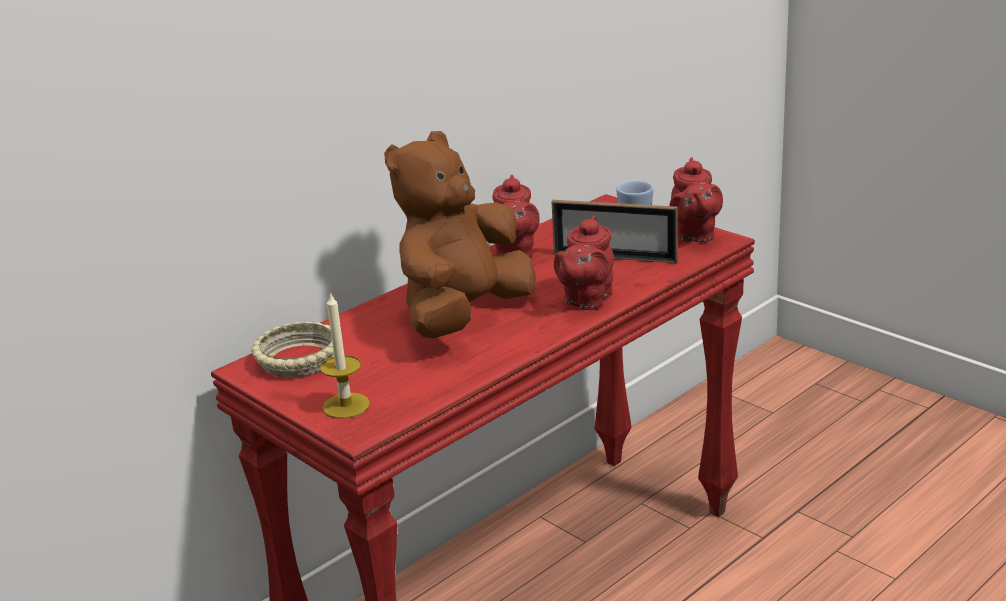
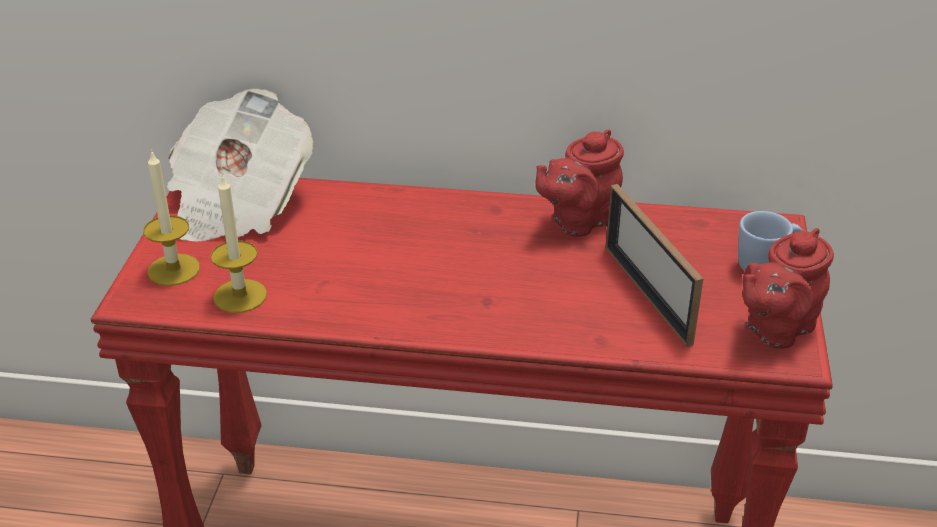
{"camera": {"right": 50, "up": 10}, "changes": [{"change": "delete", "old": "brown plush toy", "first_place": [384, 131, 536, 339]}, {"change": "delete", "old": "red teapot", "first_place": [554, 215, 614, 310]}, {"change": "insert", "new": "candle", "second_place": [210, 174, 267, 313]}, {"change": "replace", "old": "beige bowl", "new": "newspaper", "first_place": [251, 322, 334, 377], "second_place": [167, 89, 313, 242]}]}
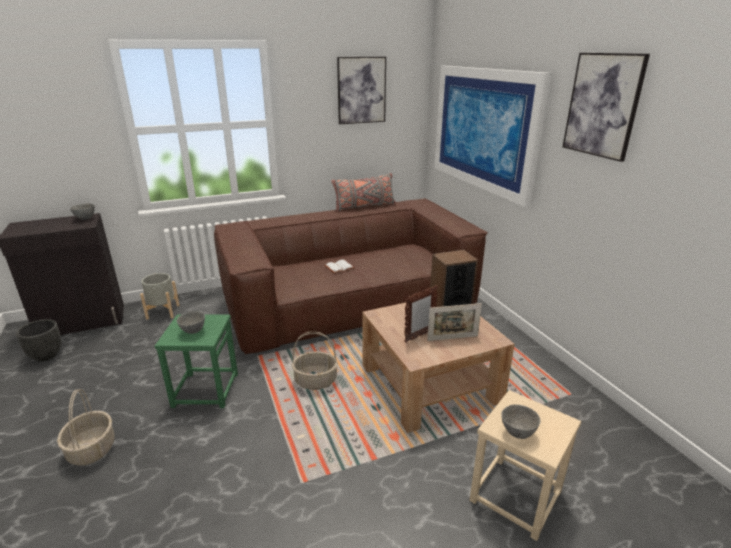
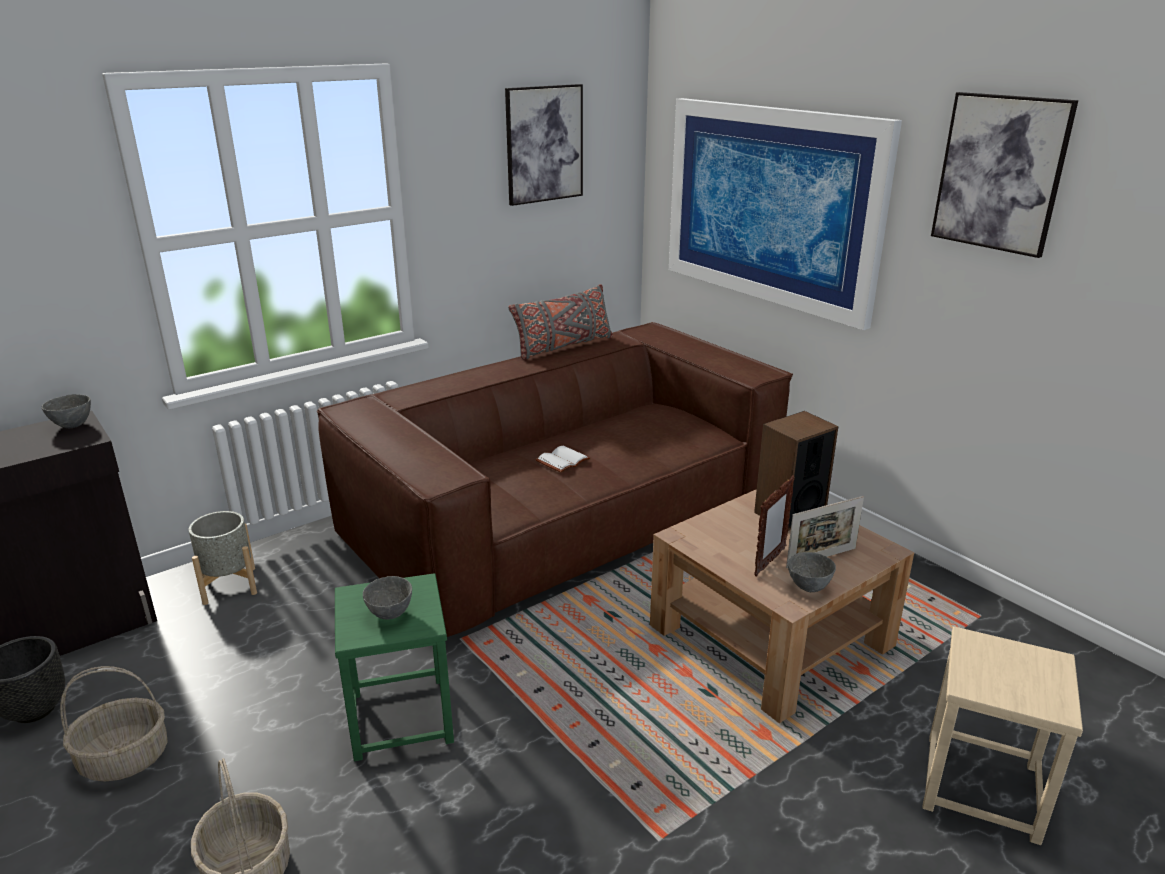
{"camera": {"right": -15, "up": 0}, "changes": [{"change": "move", "old": "basket", "first_place": [292, 331, 338, 390], "second_place": [60, 666, 168, 782]}, {"change": "move", "old": "grey bowl", "first_place": [501, 404, 541, 439], "second_place": [788, 552, 836, 592]}]}
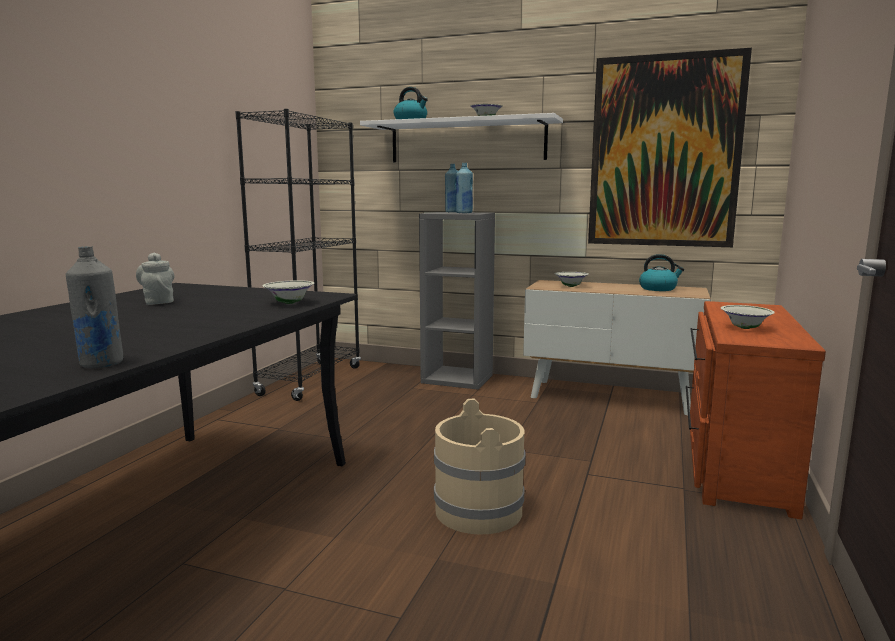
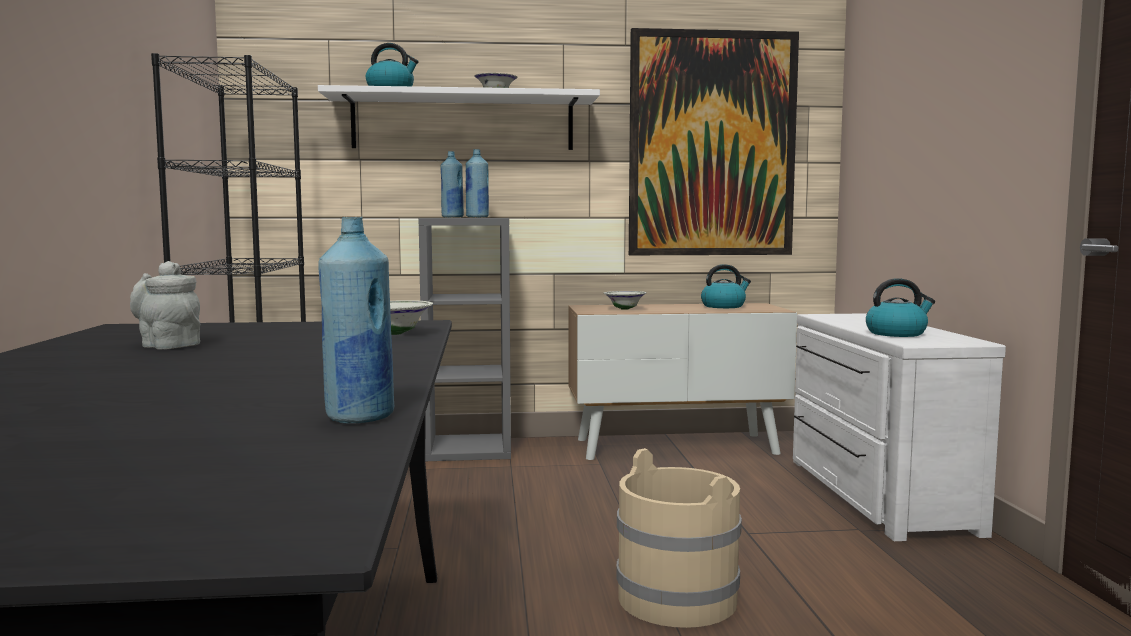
{"camera": {"right": -25, "up": -5}, "changes": [{"change": "replace", "old": "white bowl", "new": "kettle", "first_place": [721, 305, 775, 329], "second_place": [866, 278, 935, 337]}, {"change": "recolor", "old": "grey bottle", "new": "blue bottle", "first_place": [66, 246, 123, 368], "second_place": [318, 217, 394, 423]}, {"change": "recolor", "old": "brown dresser", "new": "white dresser", "first_place": [686, 301, 826, 519], "second_place": [793, 313, 1006, 541]}]}
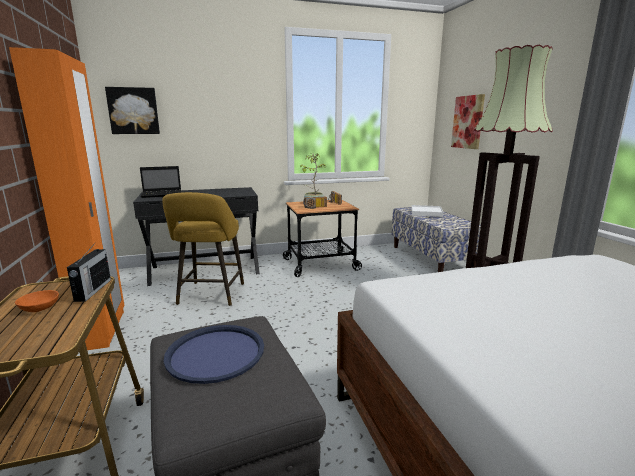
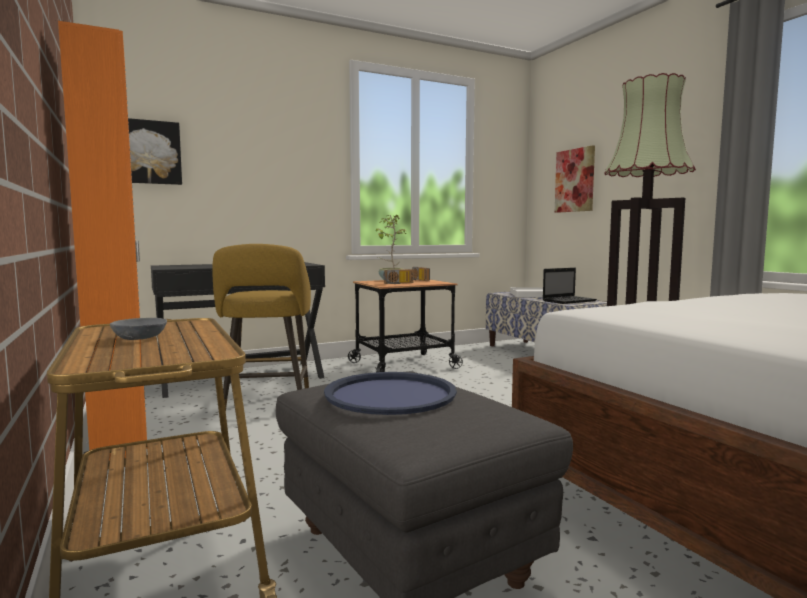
{"camera": {"right": -10, "up": -10}, "changes": [{"change": "delete", "old": "radio", "first_place": [67, 242, 111, 302]}, {"change": "move", "old": "laptop", "first_place": [140, 166, 181, 198], "second_place": [543, 268, 597, 304]}, {"change": "recolor", "old": "orange bowl", "new": "grey bowl", "first_place": [15, 290, 59, 312], "second_place": [110, 318, 167, 340]}]}
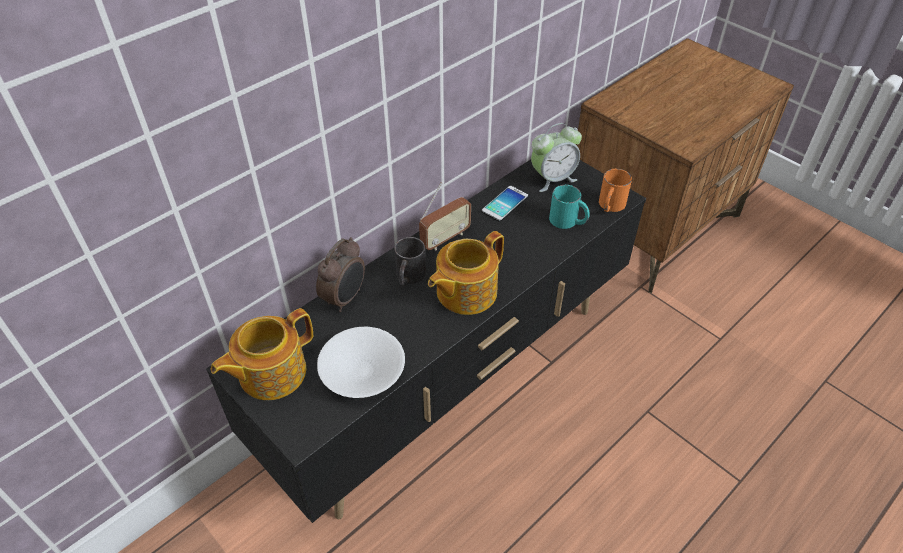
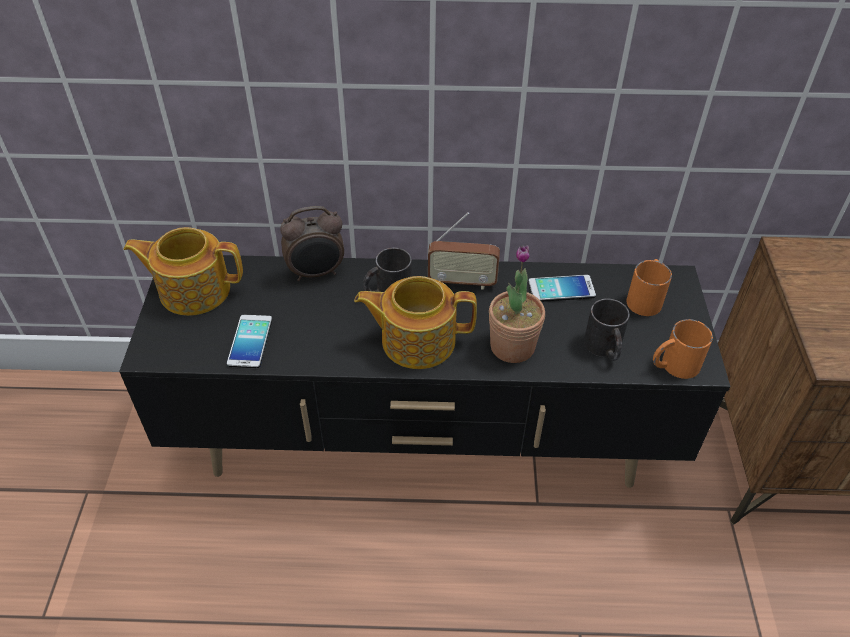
{"camera": {"right": 45, "up": 0}, "changes": [{"change": "insert", "new": "potted plant", "second_place": [489, 245, 545, 363]}, {"change": "replace", "old": "white bowl", "new": "phone", "first_place": [317, 327, 405, 398], "second_place": [227, 315, 272, 368]}, {"change": "replace", "old": "alarm clock", "new": "orange mug", "first_place": [531, 123, 582, 192], "second_place": [626, 259, 672, 316]}, {"change": "recolor", "old": "turquoise mug", "new": "black mug", "first_place": [549, 185, 590, 229], "second_place": [584, 299, 630, 361]}]}
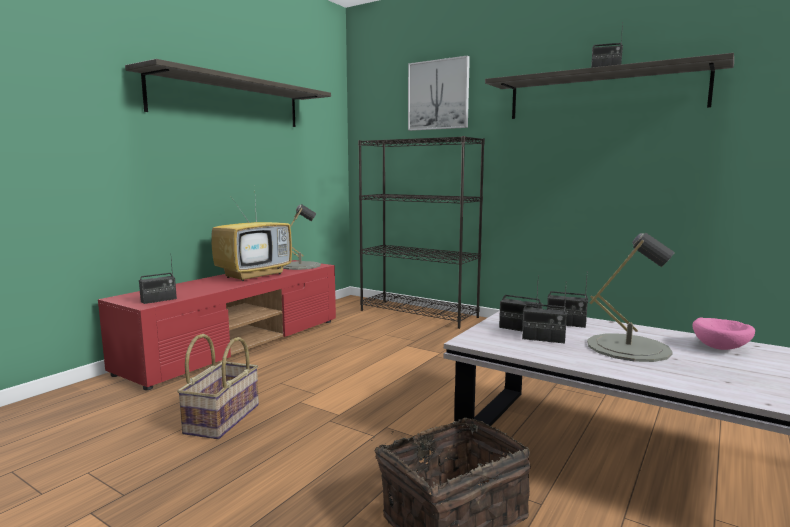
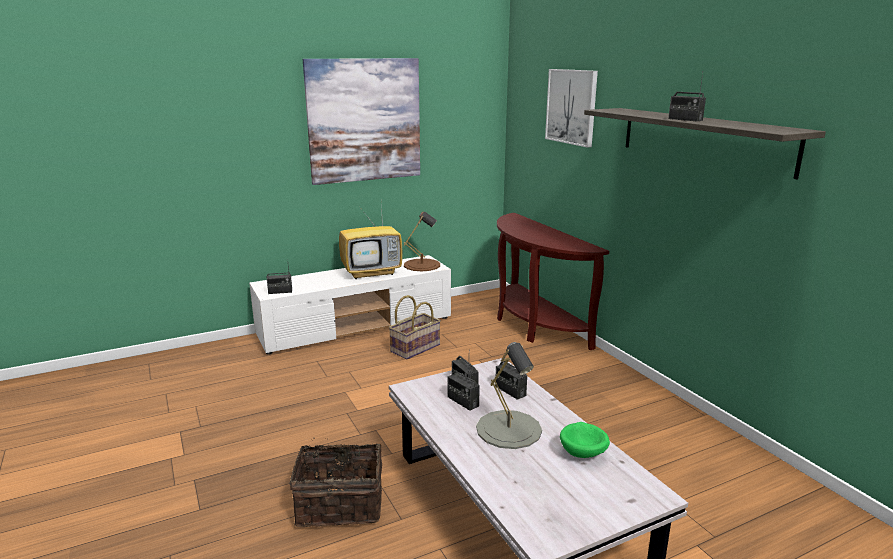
{"camera": {"right": 30, "up": 10}, "changes": [{"change": "move", "old": "basket", "first_place": [177, 334, 259, 439], "second_place": [389, 295, 441, 360]}, {"change": "replace", "old": "shelf", "new": "picture", "first_place": [125, 59, 331, 127], "second_place": [303, 58, 420, 185]}, {"change": "replace", "old": "black bookcase", "new": "brown console table", "first_place": [358, 136, 485, 329], "second_place": [497, 213, 609, 350]}, {"change": "recolor", "old": "red tv stand", "new": "white tv stand", "first_place": [98, 260, 336, 390], "second_place": [249, 255, 451, 355]}, {"change": "recolor", "old": "grey table lamp", "new": "brown table lamp", "first_place": [283, 204, 321, 270], "second_place": [404, 212, 440, 271]}, {"change": "recolor", "old": "pink bowl", "new": "green bowl", "first_place": [692, 318, 755, 350], "second_place": [560, 422, 610, 458]}]}
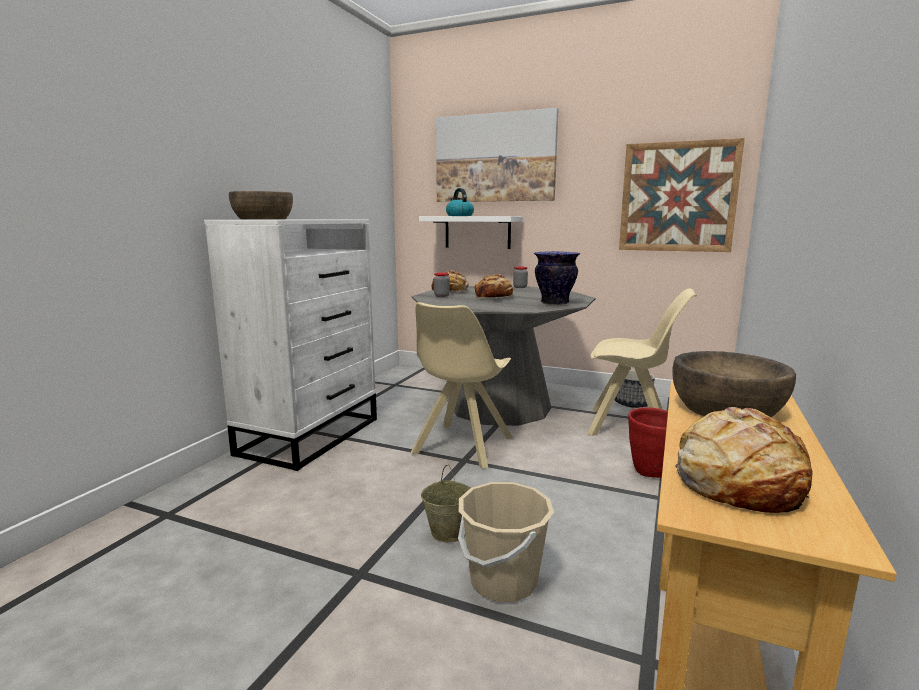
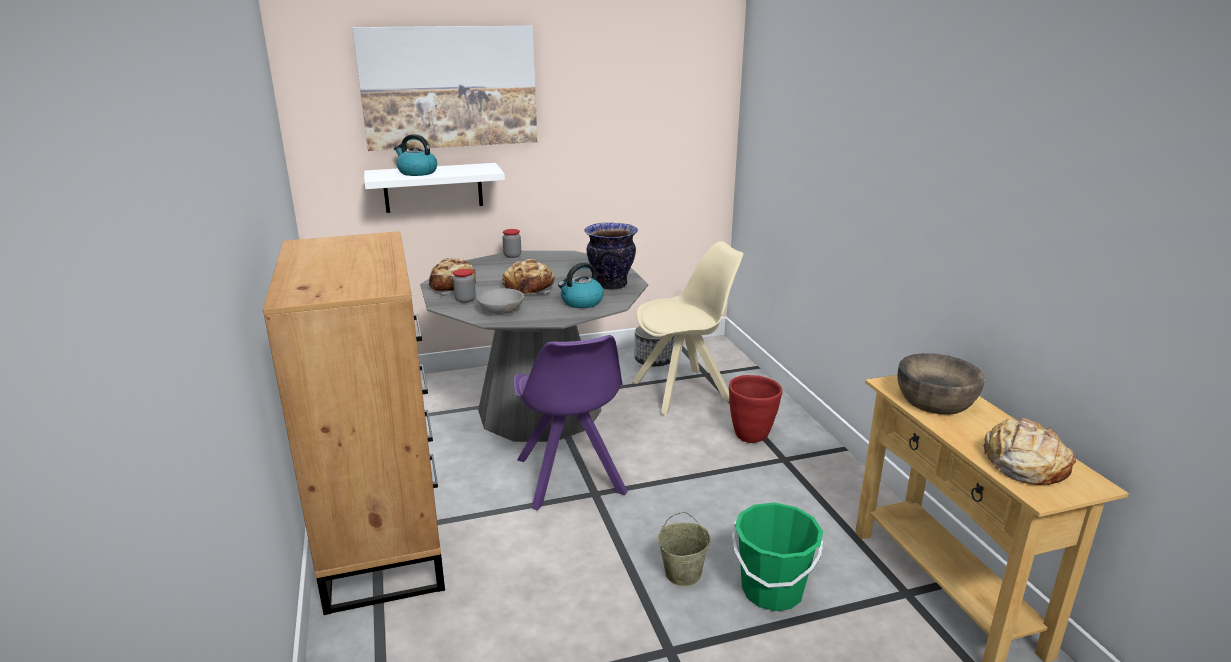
{"camera": {"right": -40, "up": 10}, "changes": [{"change": "delete", "old": "brown bowl", "first_place": [229, 191, 293, 219]}, {"change": "delete", "old": "picture", "first_place": [619, 138, 745, 252]}, {"change": "insert", "new": "grey bowl", "second_place": [477, 288, 524, 315]}, {"change": "insert", "new": "kettle", "second_place": [558, 263, 604, 308]}, {"change": "recolor", "old": "white dresser", "new": "brown dresser", "first_place": [204, 219, 377, 471], "second_place": [263, 231, 445, 615]}, {"change": "recolor", "old": "beige chair", "new": "purple chair", "first_place": [411, 302, 513, 469], "second_place": [514, 335, 628, 510]}, {"change": "recolor", "old": "beige bucket", "new": "green bucket", "first_place": [458, 482, 554, 602], "second_place": [732, 502, 824, 611]}]}
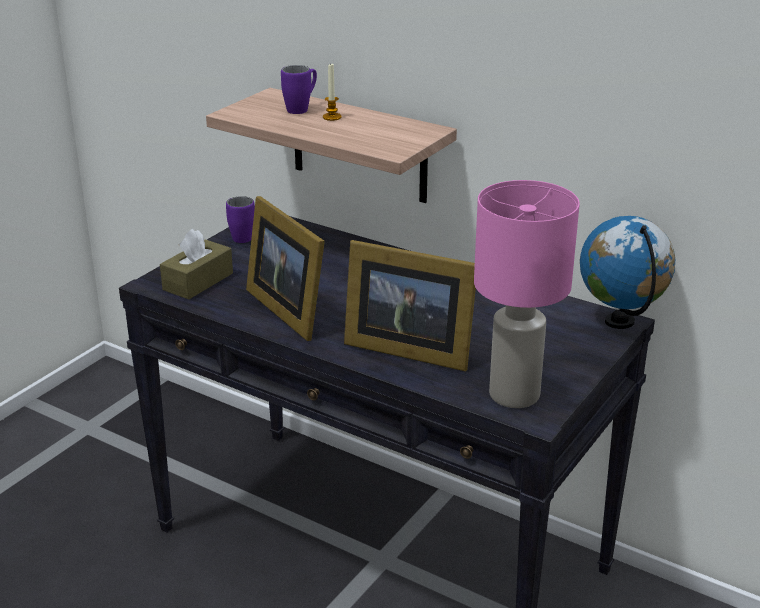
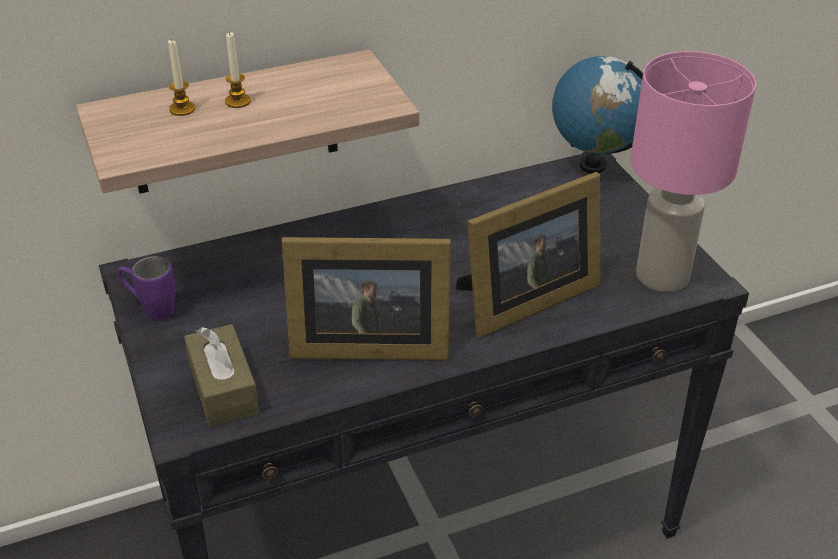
{"camera": {"right": -55, "up": 10}, "changes": [{"change": "replace", "old": "purple mug", "new": "candle", "first_place": [281, 65, 317, 114], "second_place": [168, 39, 195, 116]}]}
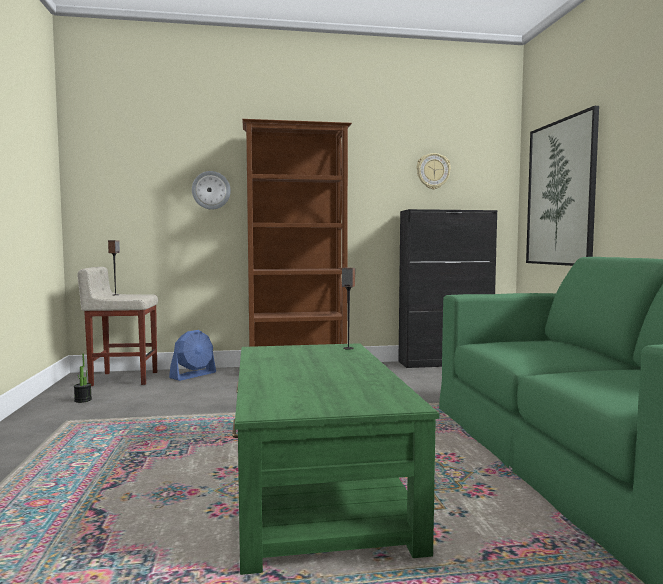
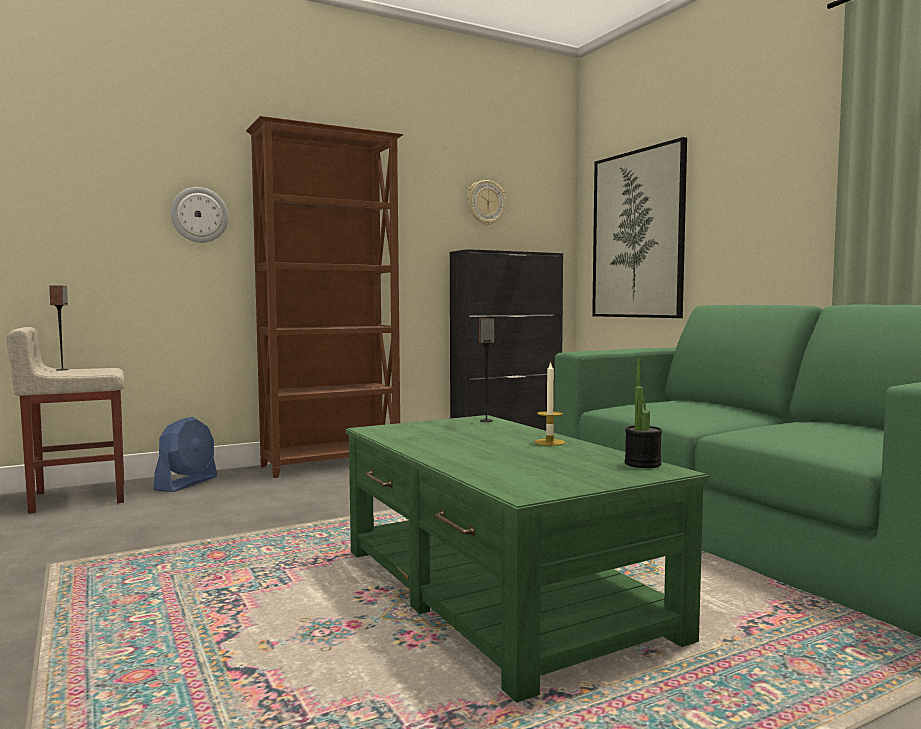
{"camera": {"right": -20, "up": 0}, "changes": [{"change": "insert", "new": "candle", "second_place": [535, 361, 565, 446]}, {"change": "move", "old": "potted plant", "first_place": [74, 353, 92, 403], "second_place": [625, 358, 662, 468]}]}
